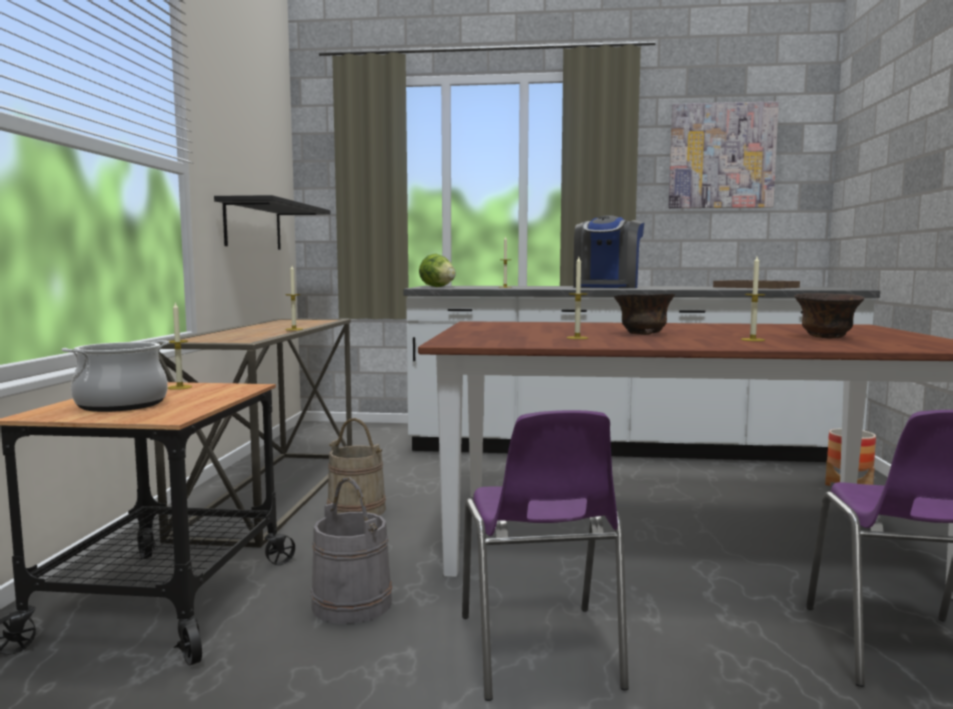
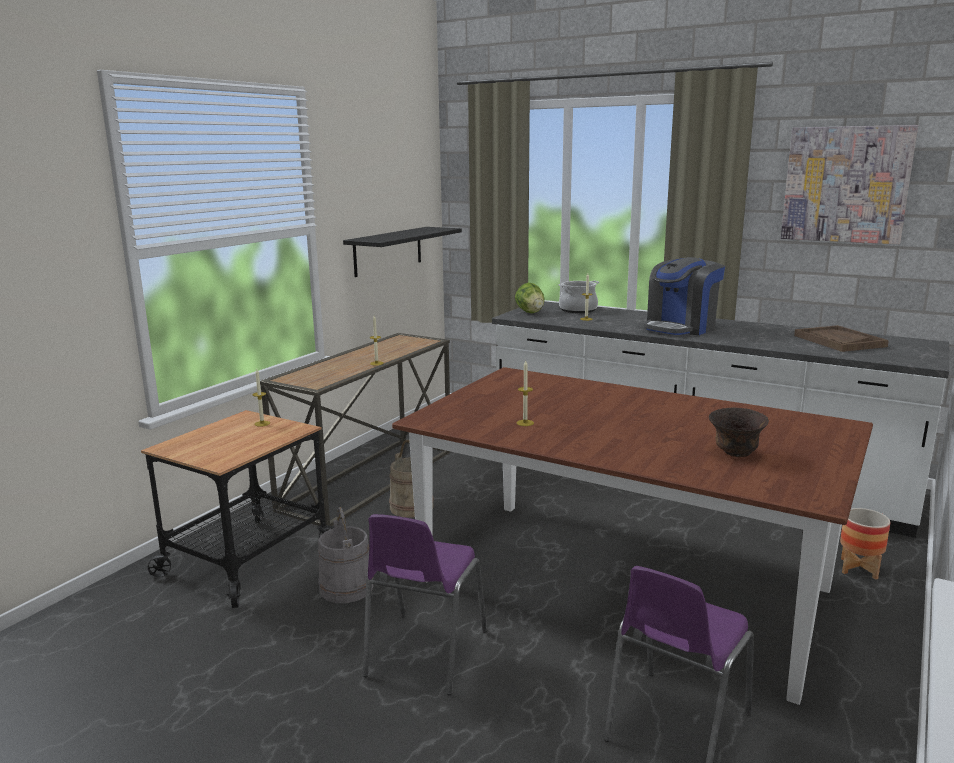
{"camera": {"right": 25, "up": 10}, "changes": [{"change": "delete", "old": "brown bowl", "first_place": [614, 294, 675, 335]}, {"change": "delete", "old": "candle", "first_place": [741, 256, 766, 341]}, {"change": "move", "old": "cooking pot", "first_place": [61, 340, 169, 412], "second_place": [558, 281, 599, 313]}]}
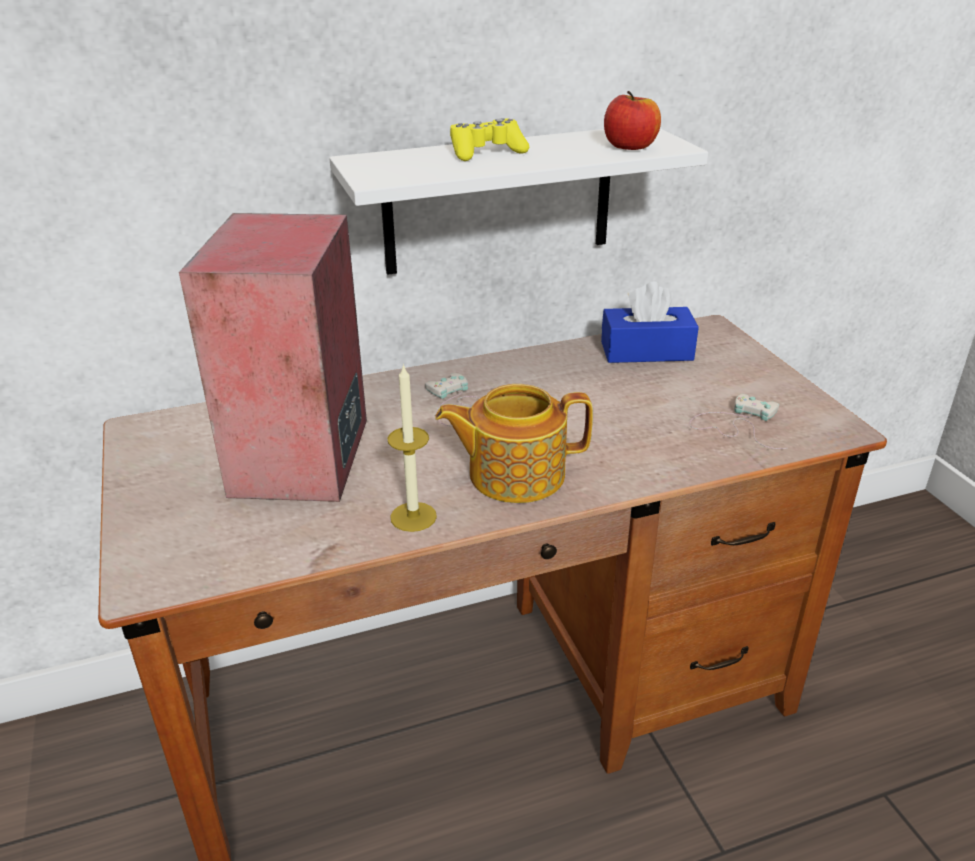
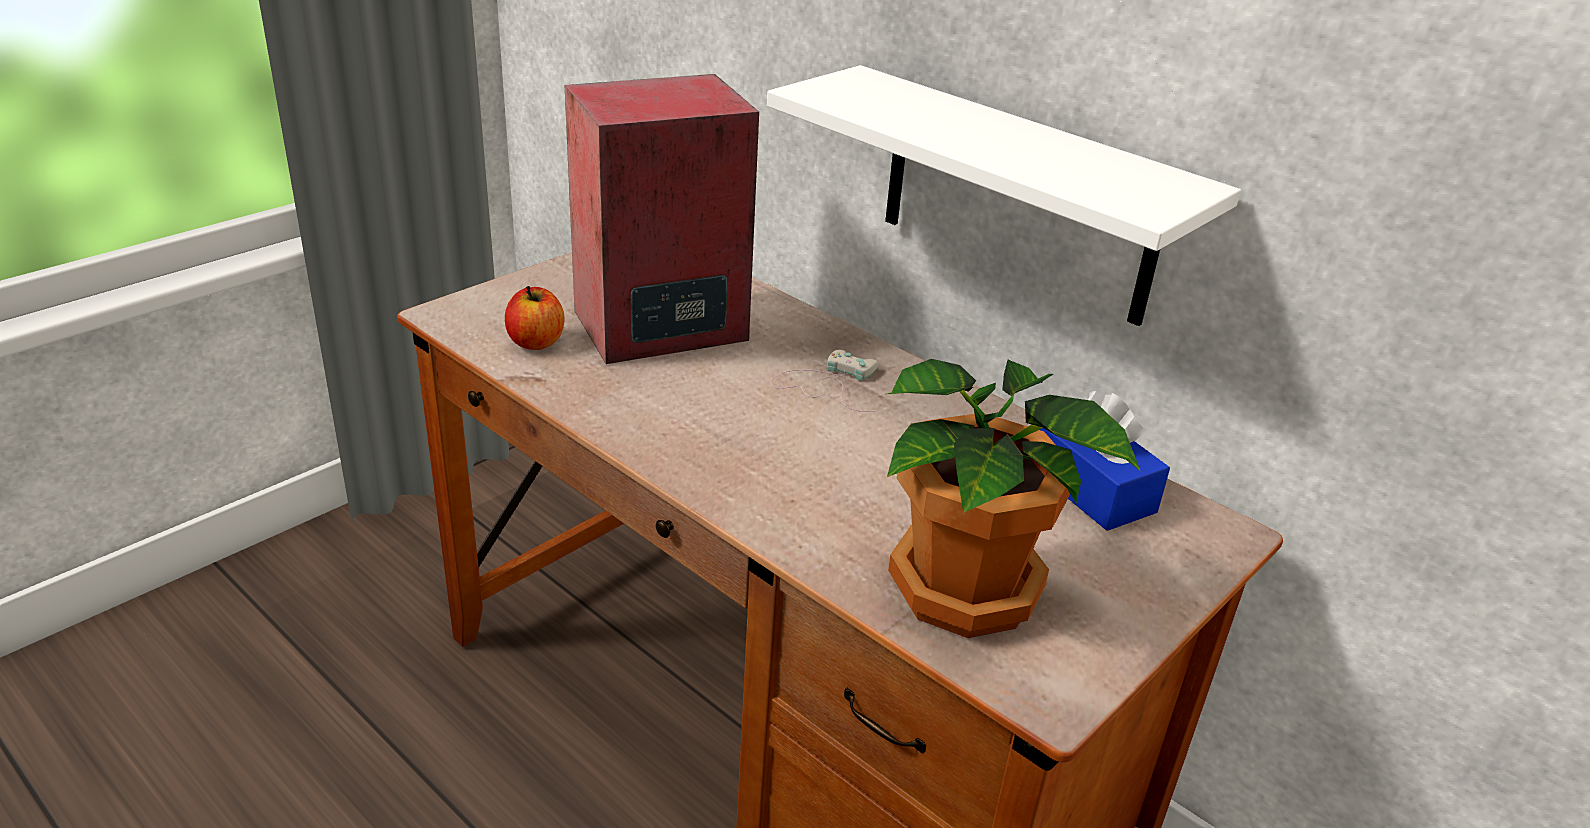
{"camera": {"right": 60, "up": 0}, "changes": [{"change": "delete", "old": "candle", "first_place": [387, 364, 437, 532]}, {"change": "delete", "old": "teapot", "first_place": [435, 384, 593, 503]}, {"change": "delete", "old": "yellow game controller", "first_place": [450, 118, 529, 161]}, {"change": "move", "old": "apple", "first_place": [604, 91, 661, 150], "second_place": [505, 286, 564, 350]}, {"change": "replace", "old": "white game controller", "new": "potted plant", "first_place": [690, 394, 787, 449], "second_place": [887, 359, 1141, 638]}]}
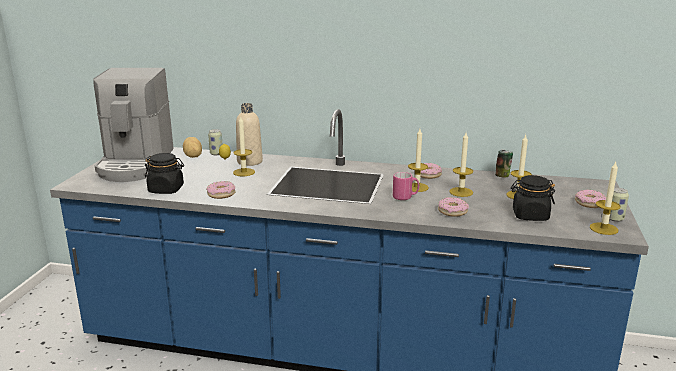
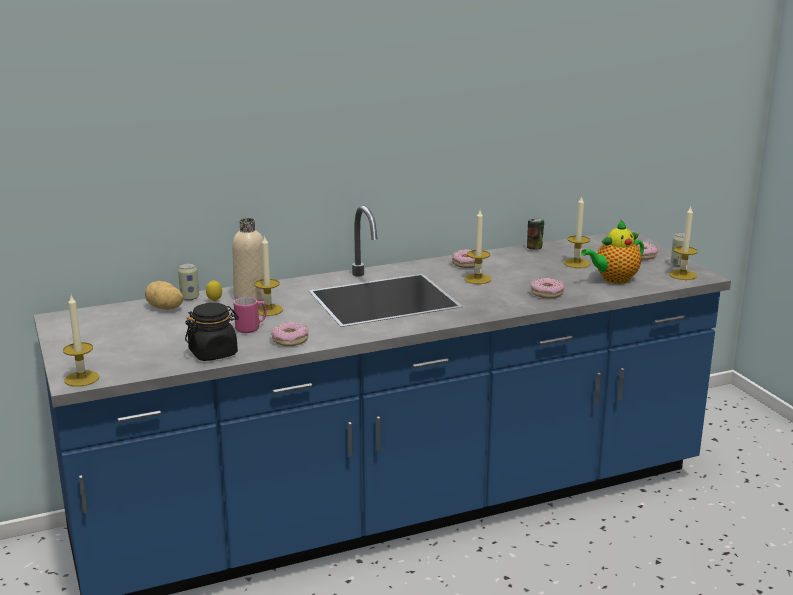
{"camera": {"right": -35, "up": 0}, "changes": [{"change": "delete", "old": "coffee machine", "first_place": [93, 68, 174, 182]}, {"change": "move", "old": "pink mug", "first_place": [393, 172, 419, 200], "second_place": [234, 297, 267, 333]}, {"change": "move", "old": "candle", "first_place": [449, 133, 473, 197], "second_place": [63, 295, 99, 387]}, {"change": "replace", "old": "black jar", "new": "teapot", "first_place": [511, 175, 555, 221], "second_place": [581, 219, 644, 284]}]}
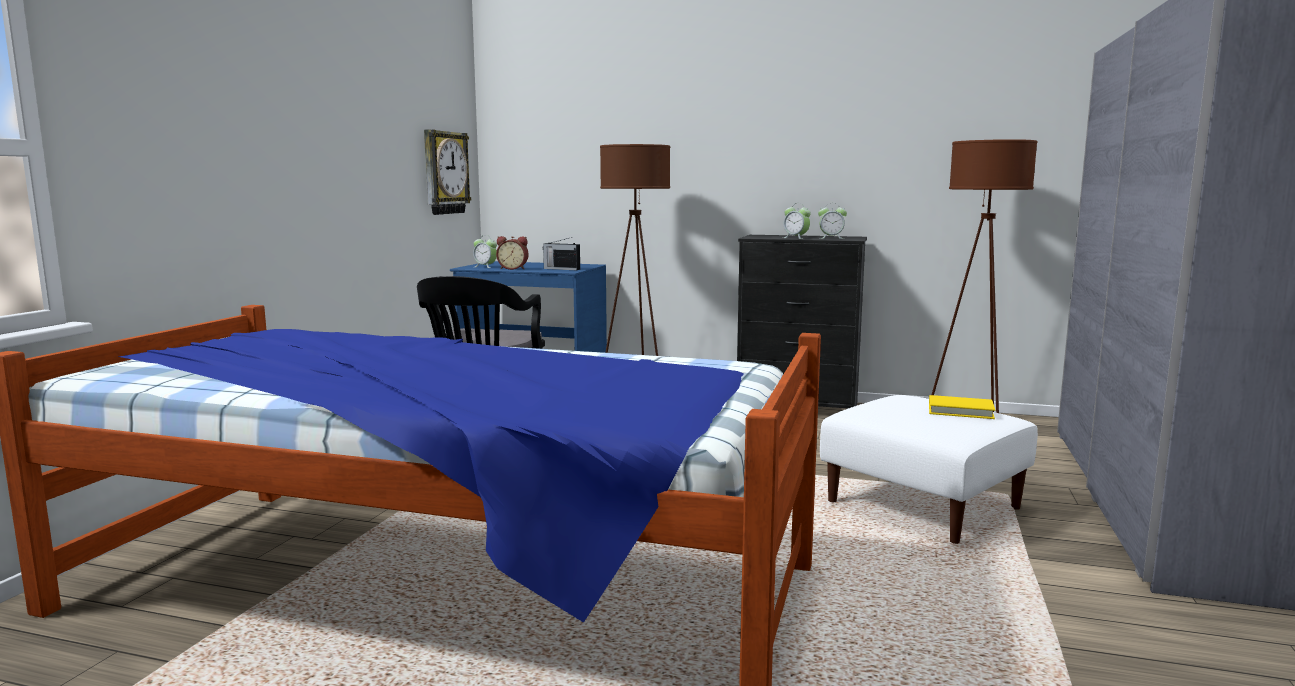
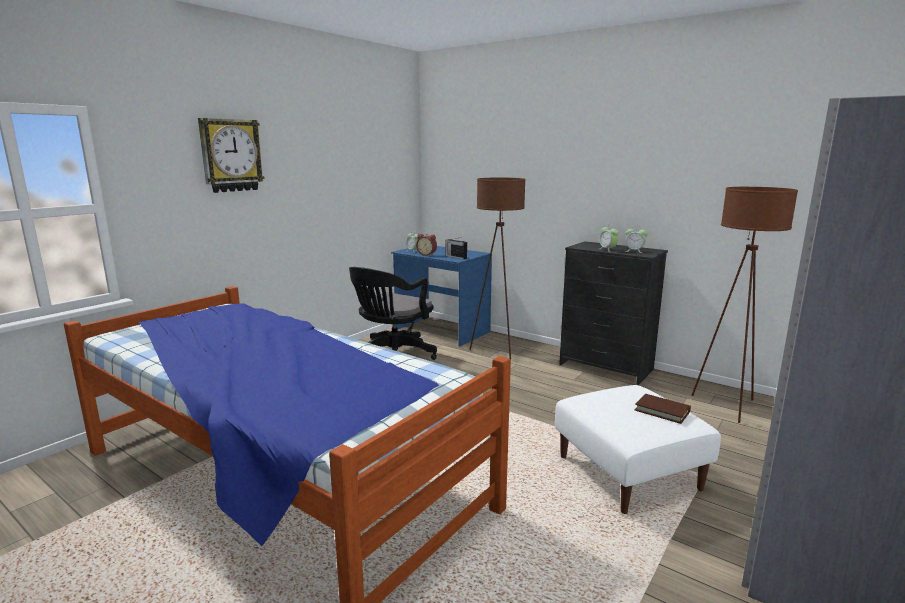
{"camera": {"right": 20, "up": 5}, "changes": [{"change": "move", "old": "wall clock", "first_place": [424, 129, 471, 215], "second_place": [198, 118, 265, 193]}, {"change": "recolor", "old": "yellow book", "new": "brown book", "first_place": [929, 395, 995, 419], "second_place": [635, 394, 691, 424]}]}
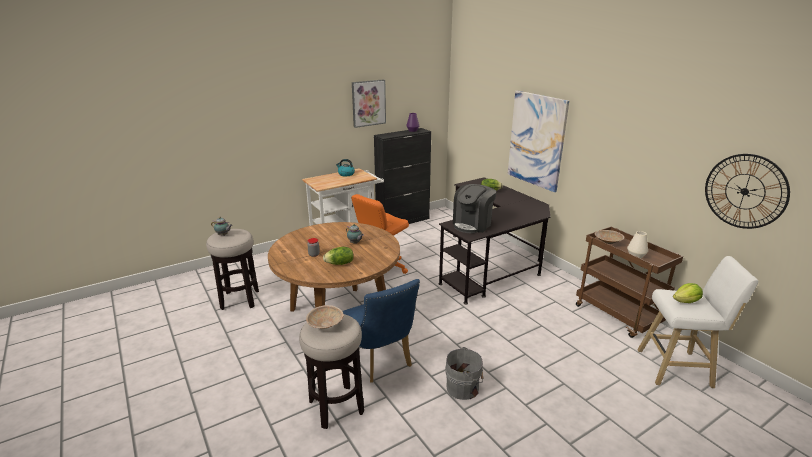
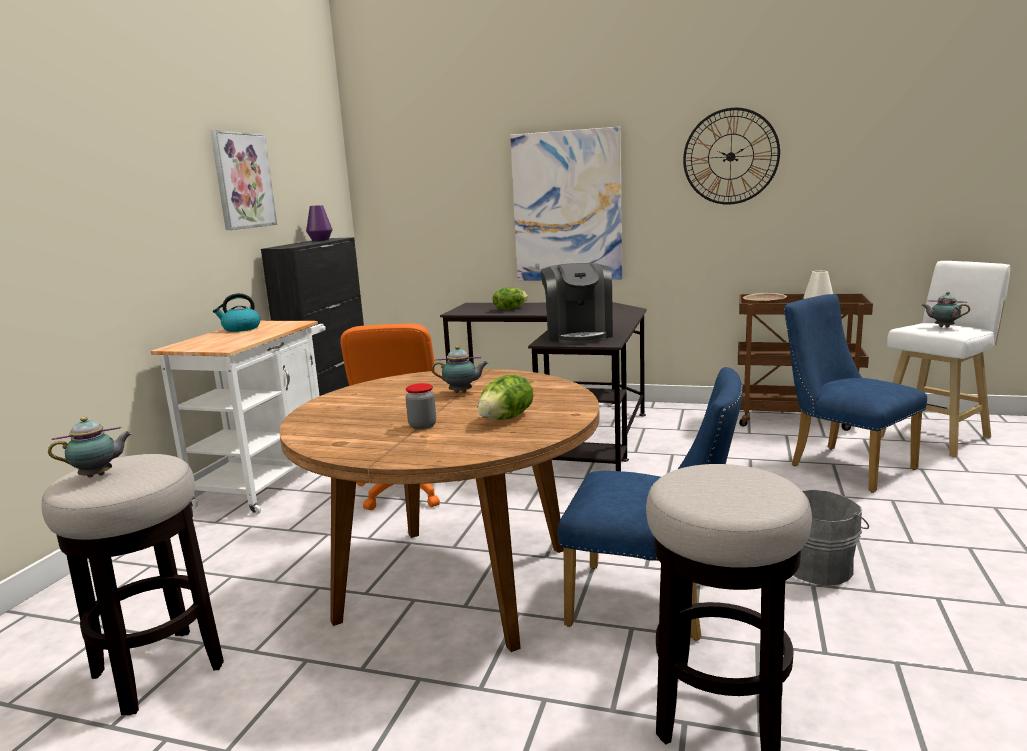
{"camera": {"right": -40, "up": -10}, "changes": [{"change": "delete", "old": "beige bowl", "first_place": [306, 305, 344, 329]}, {"change": "insert", "new": "blue chair", "second_place": [784, 294, 927, 493]}, {"change": "move", "old": "wall clock", "first_place": [705, 154, 790, 229], "second_place": [683, 108, 780, 205]}, {"change": "replace", "old": "lettuce", "new": "teapot", "first_place": [673, 283, 703, 303], "second_place": [922, 292, 970, 327]}]}
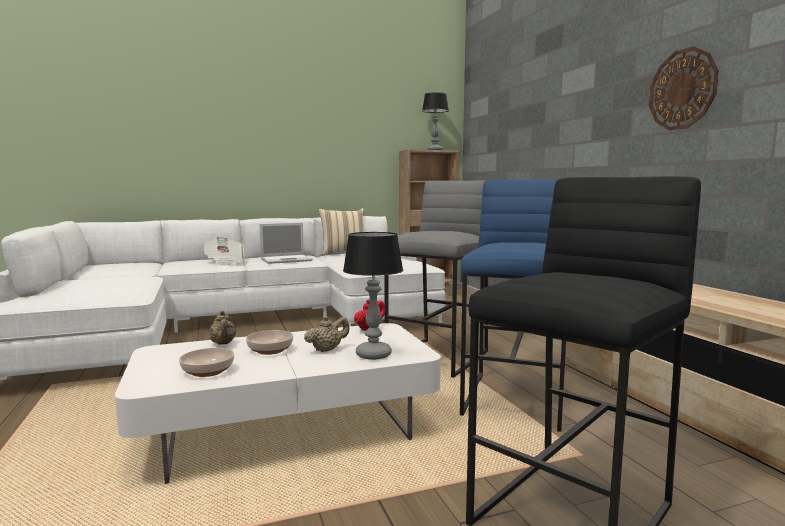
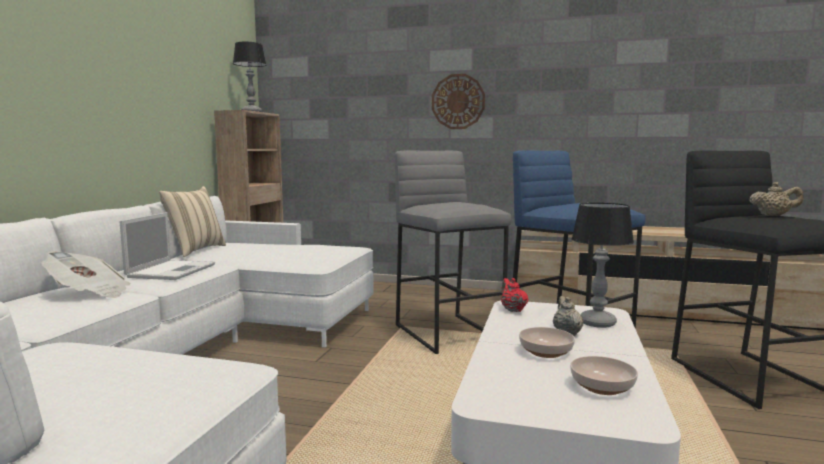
{"camera": {"right": -55, "up": 0}, "changes": [{"change": "move", "old": "beige teapot", "first_place": [208, 311, 236, 345], "second_place": [749, 182, 803, 216]}, {"change": "move", "old": "wall clock", "first_place": [649, 46, 719, 130], "second_place": [432, 74, 485, 129]}]}
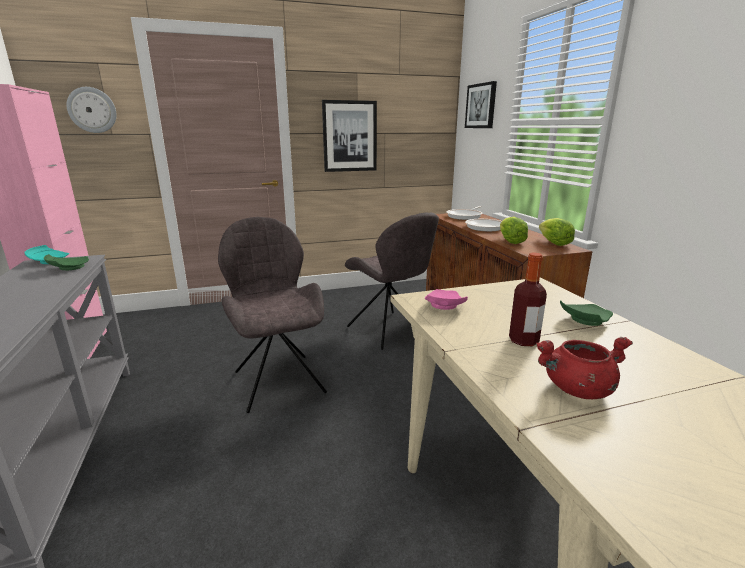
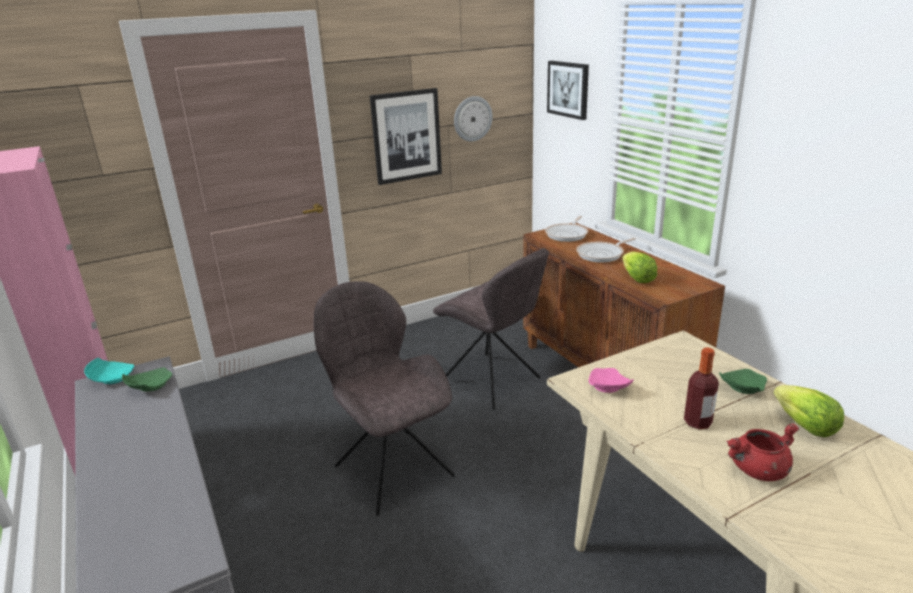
{"camera": {"right": -10, "up": 5}, "changes": [{"change": "move", "old": "wall clock", "first_place": [66, 87, 117, 133], "second_place": [454, 96, 493, 142]}, {"change": "move", "old": "lettuce", "first_place": [539, 218, 575, 246], "second_place": [773, 385, 844, 437]}]}
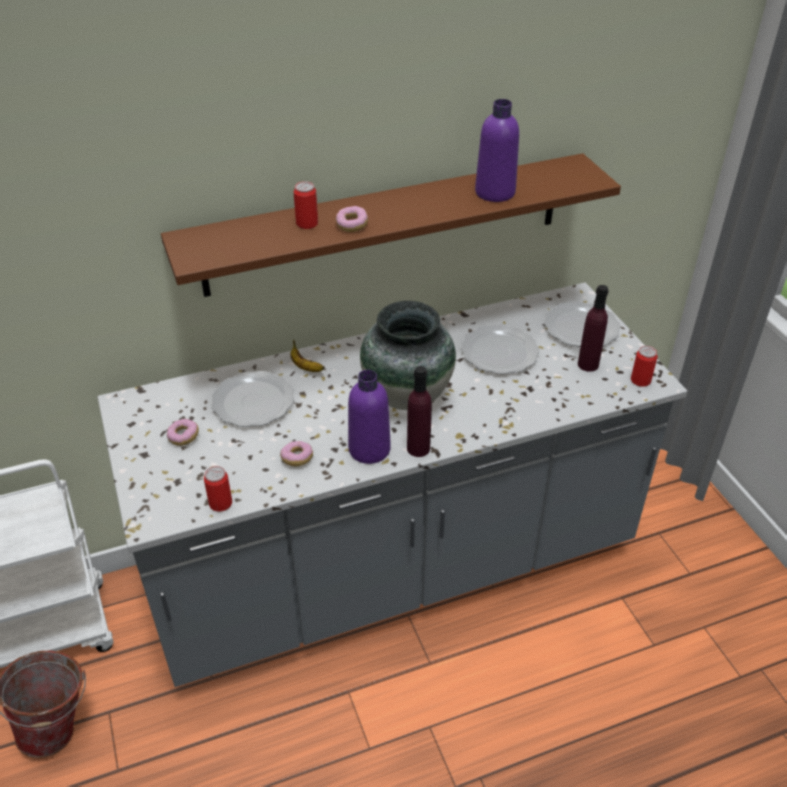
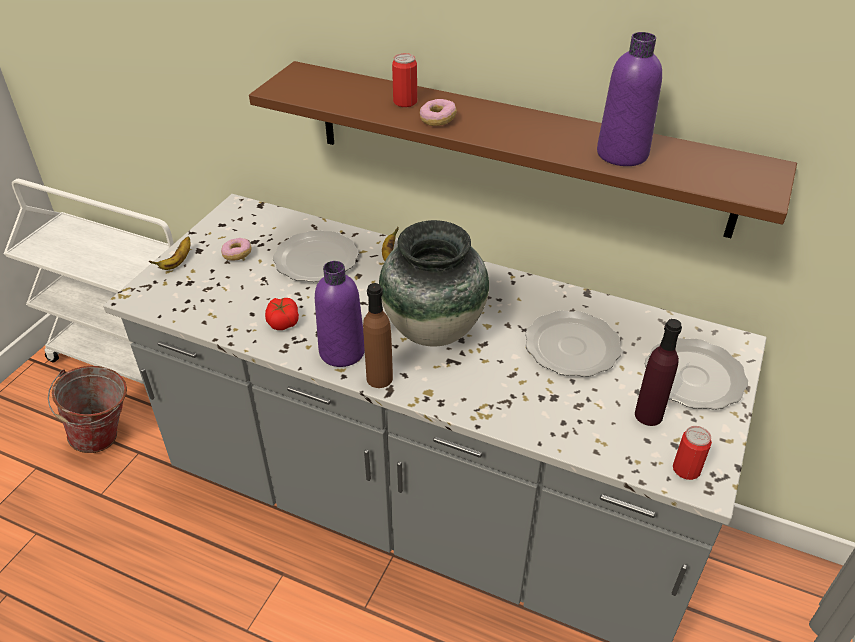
{"camera": {"right": 45, "up": 0}, "changes": [{"change": "delete", "old": "can", "first_place": [204, 466, 232, 512]}, {"change": "insert", "new": "banana", "second_place": [149, 237, 191, 270]}, {"change": "replace", "old": "donut", "new": "tomato", "first_place": [280, 441, 313, 466], "second_place": [265, 297, 299, 330]}, {"change": "recolor", "old": "purple bottle", "new": "brown bottle", "first_place": [407, 366, 432, 457], "second_place": [363, 283, 393, 388]}]}
